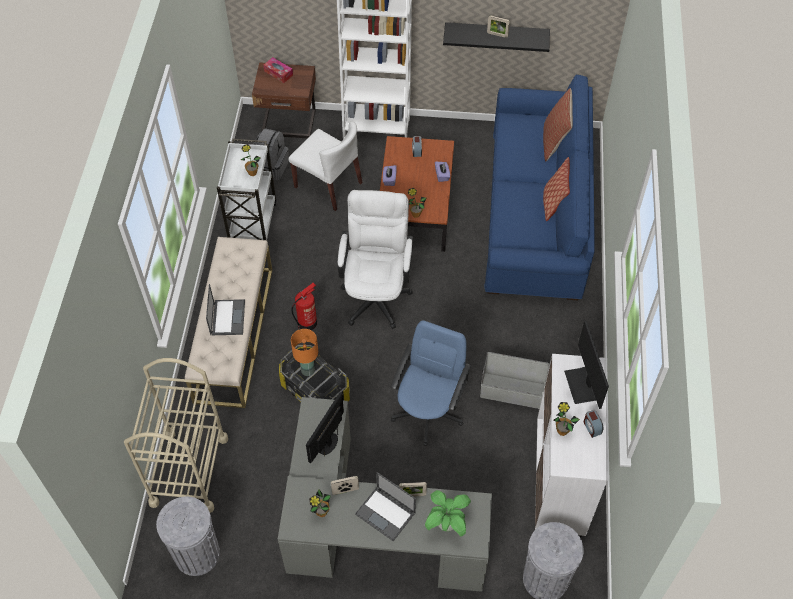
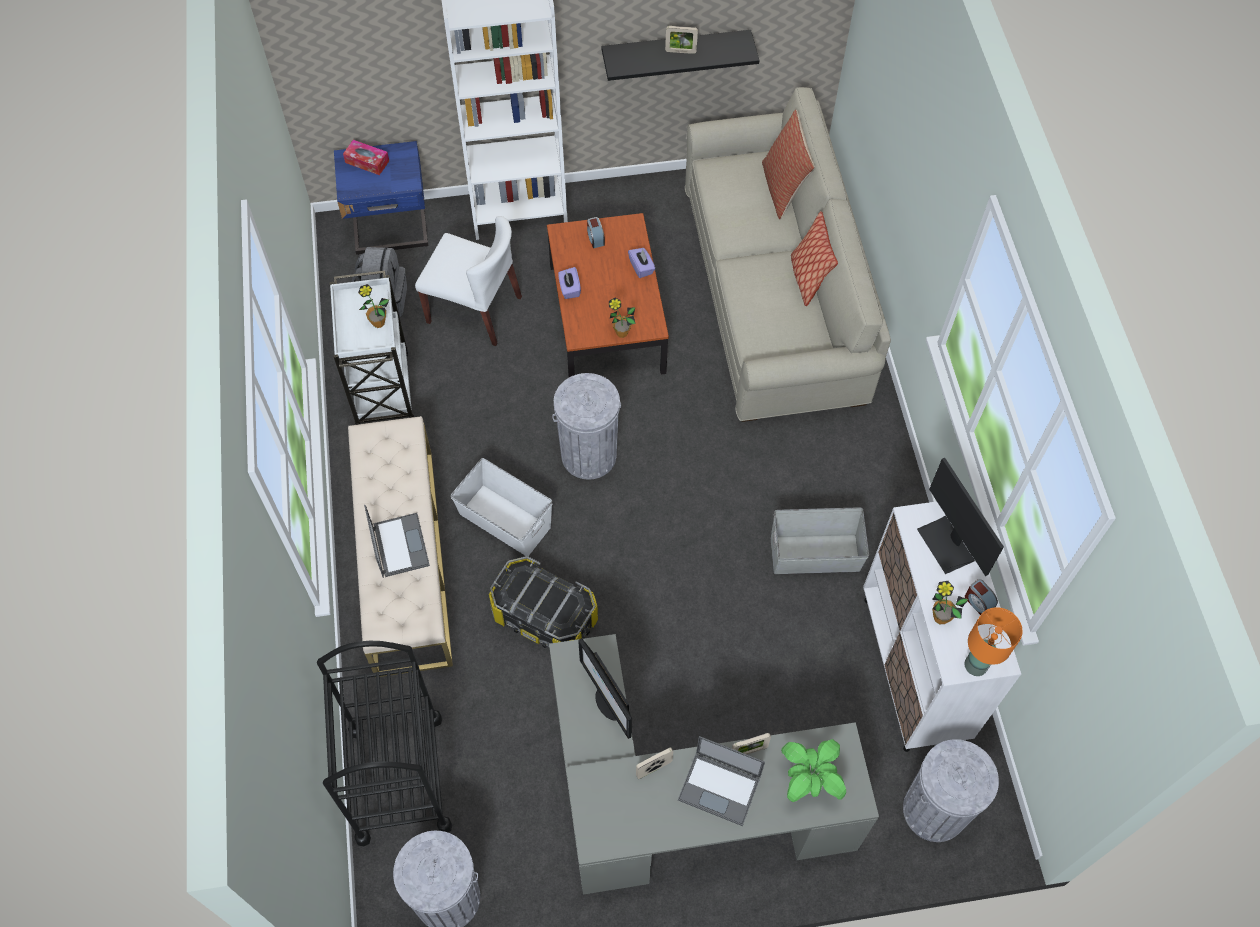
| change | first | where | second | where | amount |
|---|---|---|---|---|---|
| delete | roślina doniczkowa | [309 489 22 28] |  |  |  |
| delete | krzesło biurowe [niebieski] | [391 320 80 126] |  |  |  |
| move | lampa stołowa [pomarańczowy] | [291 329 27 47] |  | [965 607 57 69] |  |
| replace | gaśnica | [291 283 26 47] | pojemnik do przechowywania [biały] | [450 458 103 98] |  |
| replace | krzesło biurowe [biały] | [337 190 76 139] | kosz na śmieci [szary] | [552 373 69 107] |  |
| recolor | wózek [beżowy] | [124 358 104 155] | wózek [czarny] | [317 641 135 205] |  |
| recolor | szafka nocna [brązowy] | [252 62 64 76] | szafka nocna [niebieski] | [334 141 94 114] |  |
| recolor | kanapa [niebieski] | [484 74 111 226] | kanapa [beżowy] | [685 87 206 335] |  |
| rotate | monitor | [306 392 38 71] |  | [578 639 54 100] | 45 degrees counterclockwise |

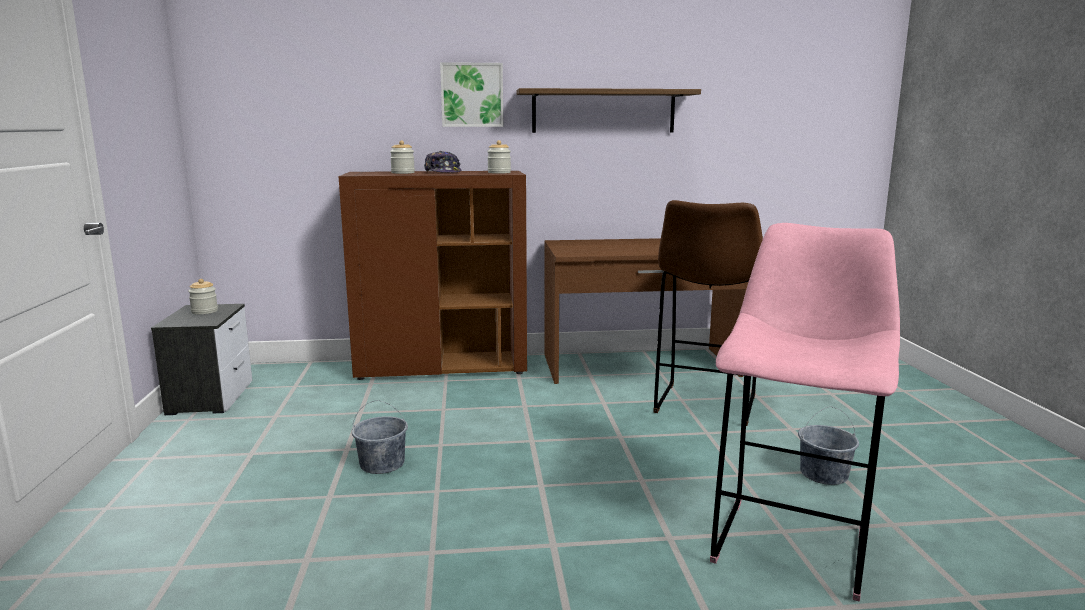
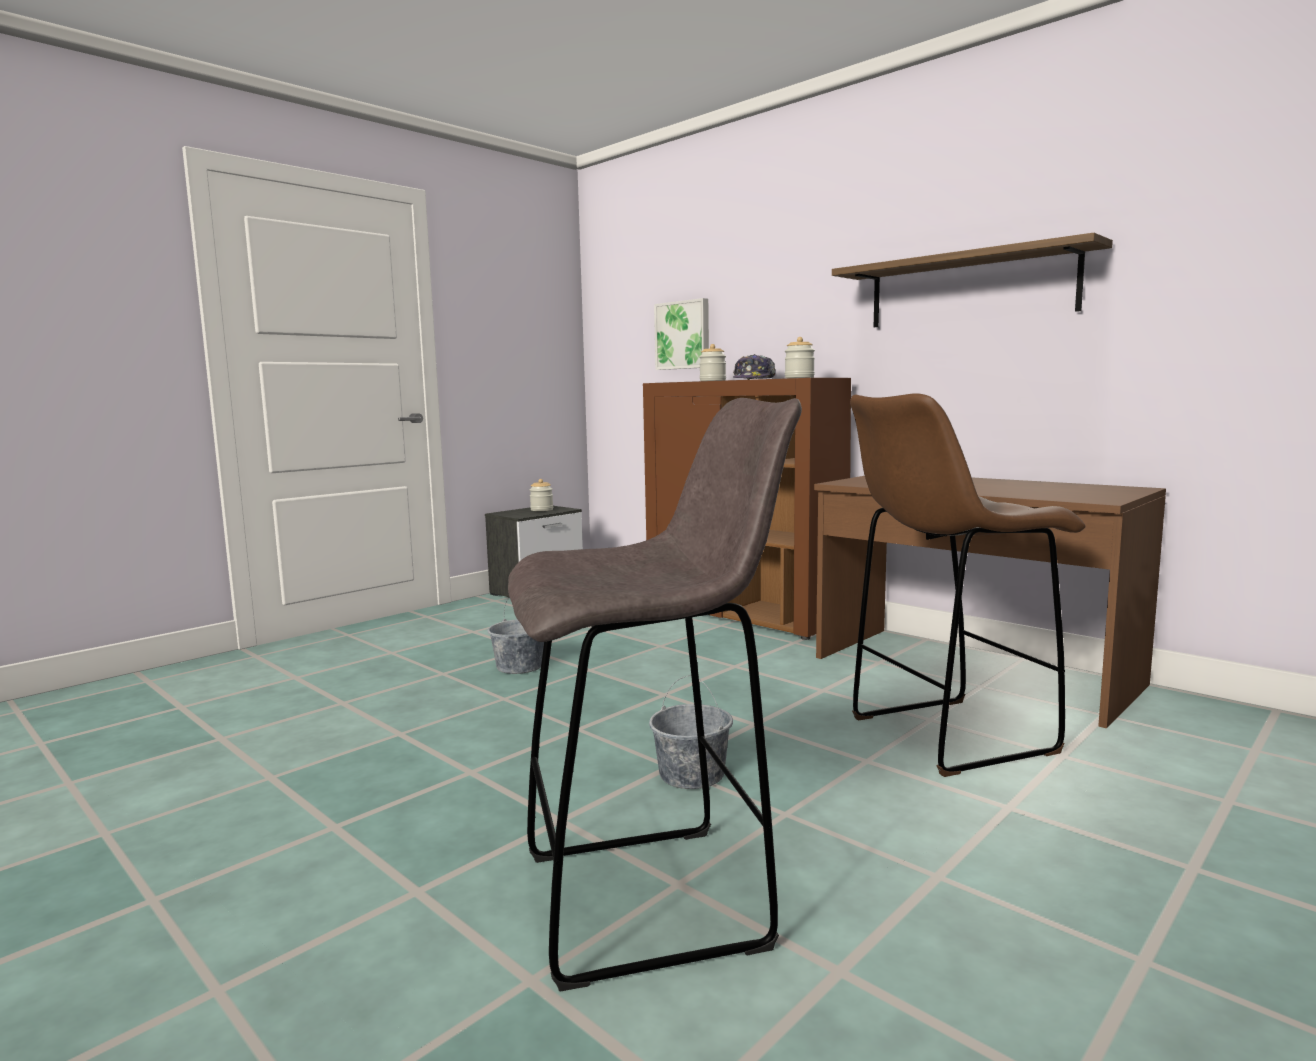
| change | first | where | second | where | amount |
|---|---|---|---|---|---|
| move | obraz | [440 62 63 65] |  | [654 298 55 72] |  |
| move | wiadro [szary] | [798 407 61 78] |  | [649 675 84 114] |  |
| recolor | stołek [różowy] | [710 223 190 379] | stołek [szary] | [508 398 294 594] |  |

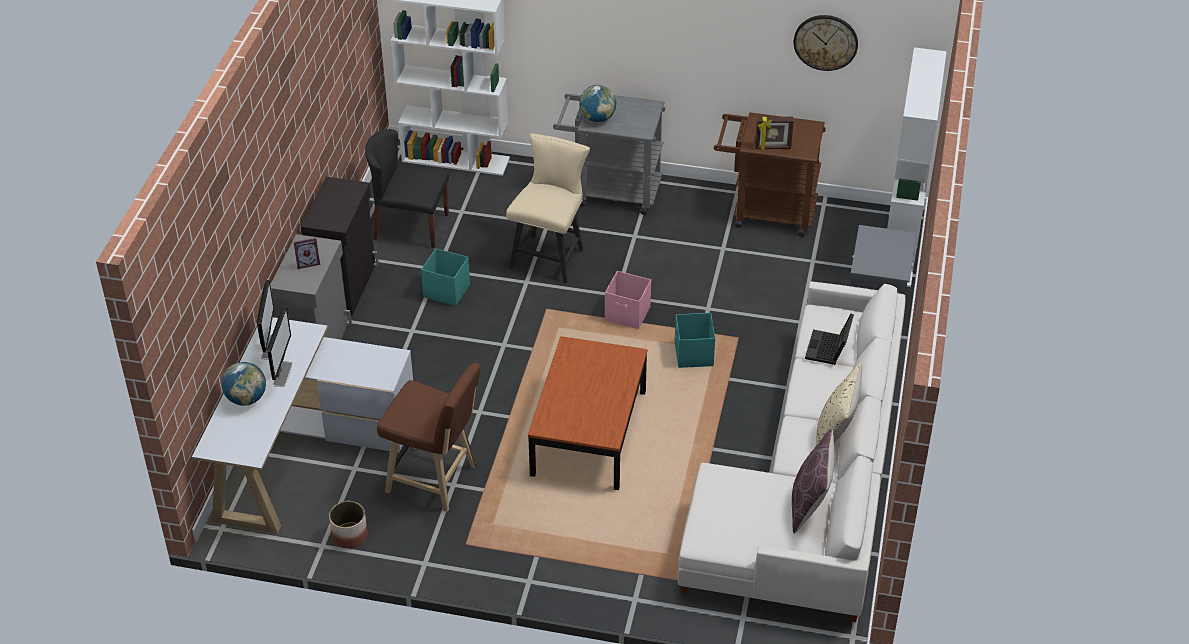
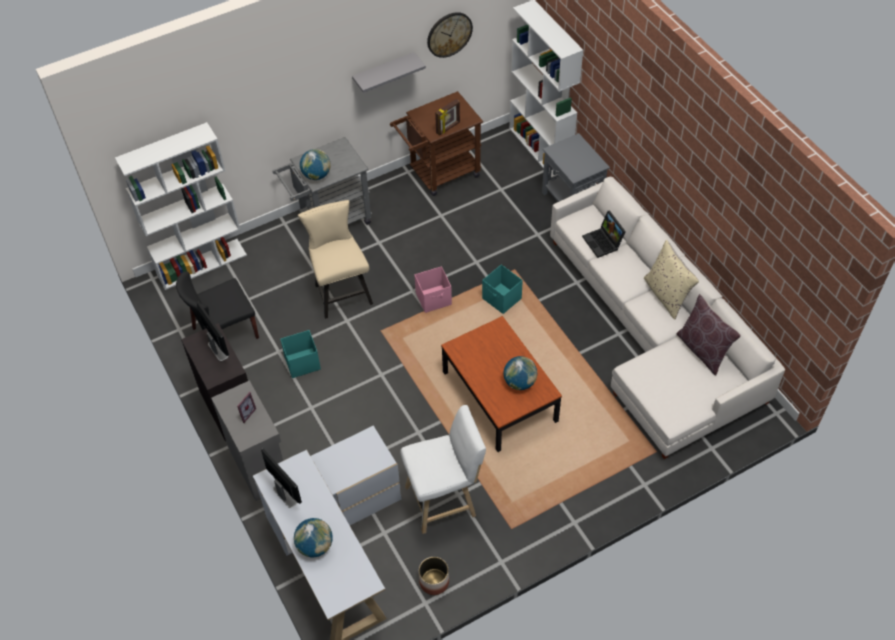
| change | first | where | second | where | amount |
|---|---|---|---|---|---|
| insert |  |  | półka [szary] | [352 52 74 41] |  |
| insert |  |  | globus | [504 356 33 34] |  |
| move | monitor | [267 306 26 81] |  | [197 301 32 60] |  |
| recolor | stołek [brązowy] | [377 362 104 150] | stołek [biały] | [400 405 86 129] |  |

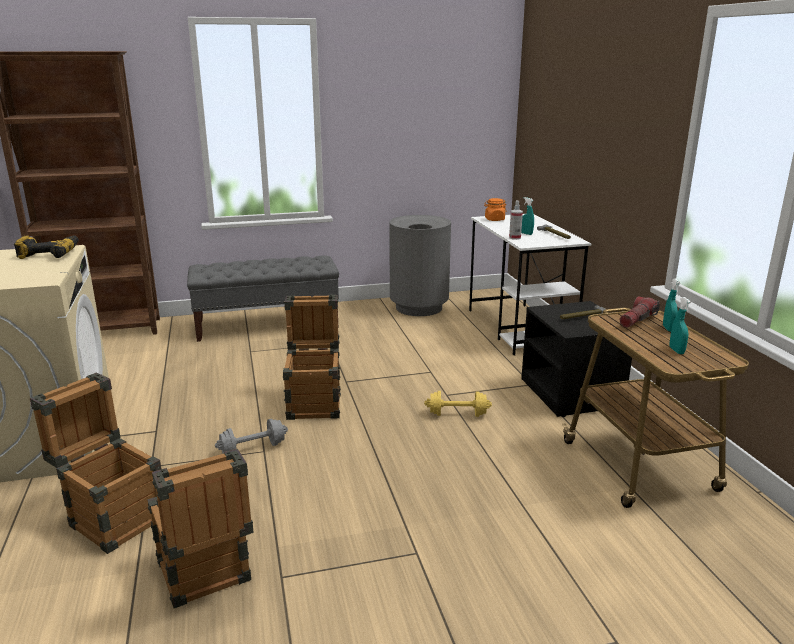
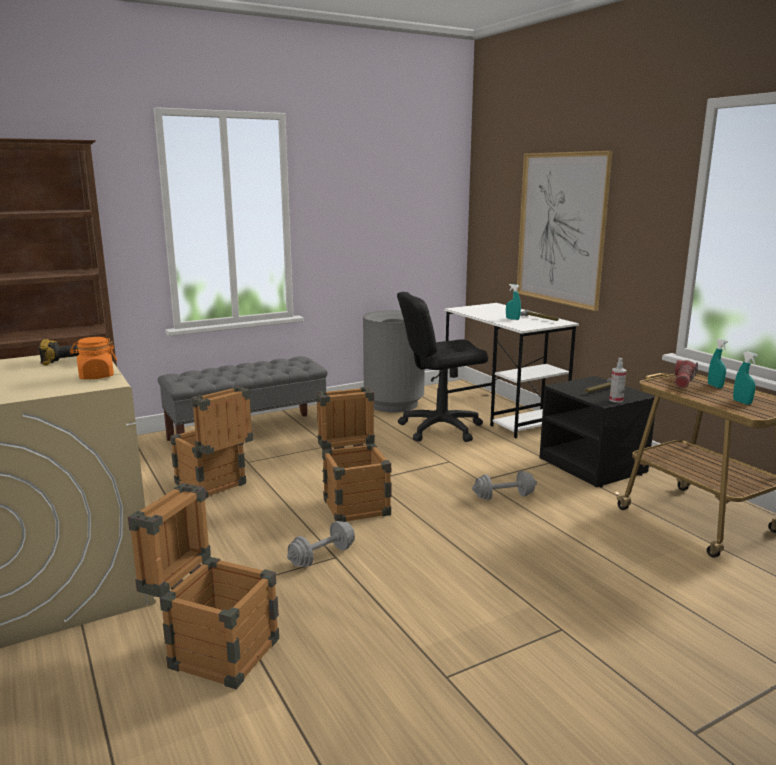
| change | first | where | second | where | amount |
|---|---|---|---|---|---|
| insert |  |  | krzesło biurowe [czarny] | [397 292 91 150] |  |
| insert |  |  | obraz | [517 151 95 160] |  |
| move | skrzynka | [147 449 107 159] |  | [170 386 83 112] |  |
| move | słoik [pomarańczowy] | [484 198 22 23] |  | [70 337 47 42] |  |
| move | spryskiwacz | [509 200 14 40] |  | [609 358 17 45] |  |
| recolor | hantel [żółty] | [424 391 68 26] | hantel [szary] | [472 471 65 29] |  |

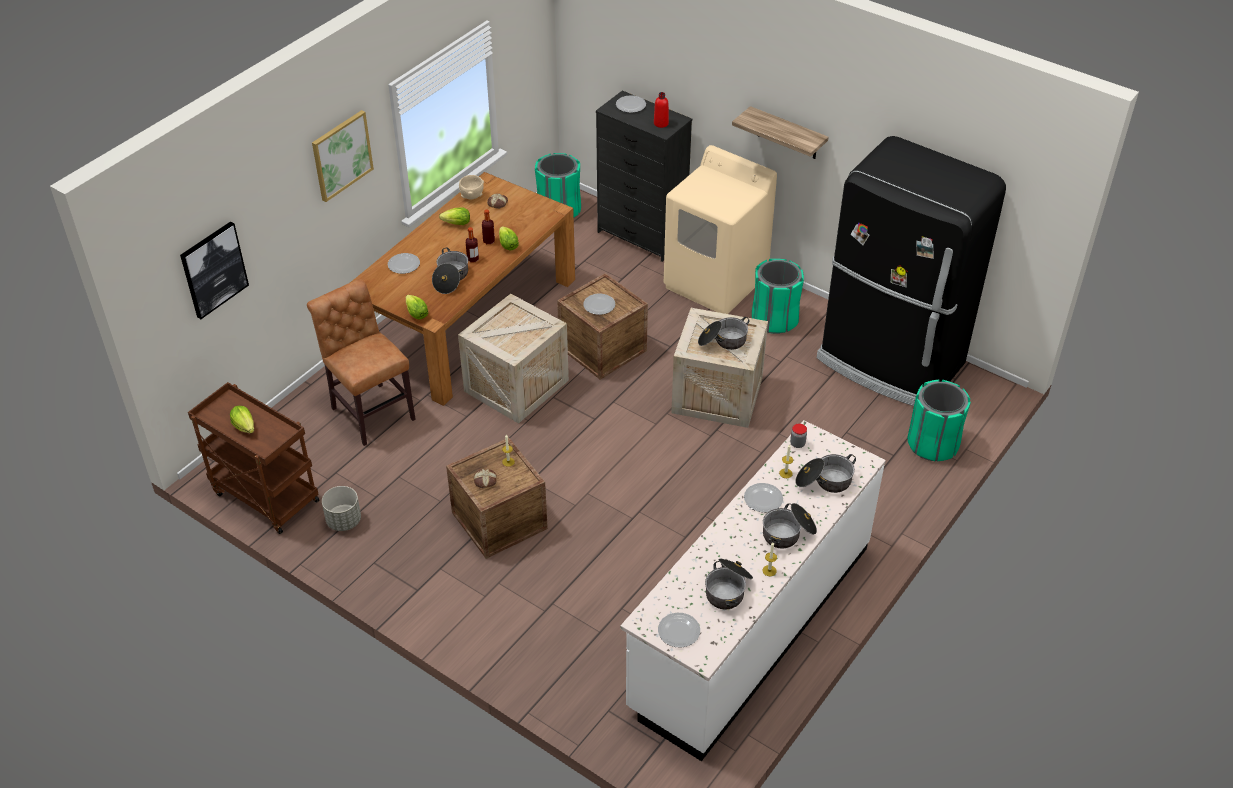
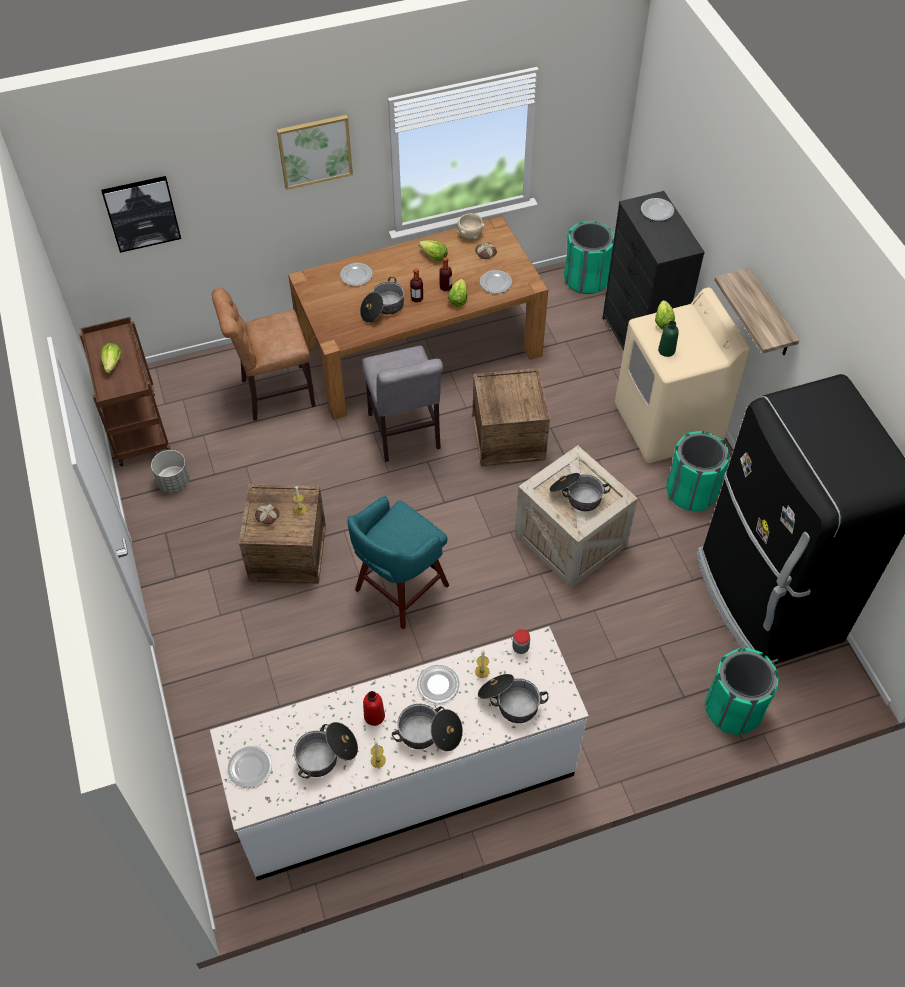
| change | first | where | second | where | amount |
|---|---|---|---|---|---|
| insert |  |  | stołek [turkusowy] | [348 496 101 133] |  |
| insert |  |  | butelka [zielony] | [658 321 21 36] |  |
| move | sałata | [406 295 22 25] |  | [655 300 20 30] |  |
| move | talerz | [583 293 32 22] |  | [480 270 32 23] |  |
| move | butelka [czerwony] | [654 92 15 36] |  | [363 691 22 35] |  |
| replace | skrzynka | [458 294 111 130] | krzesło [szary] | [362 346 81 116] |  |
| rotate | krzesło [brązowy] | [307 279 109 167] |  | [212 288 104 133] | 105 degrees counterclockwise |

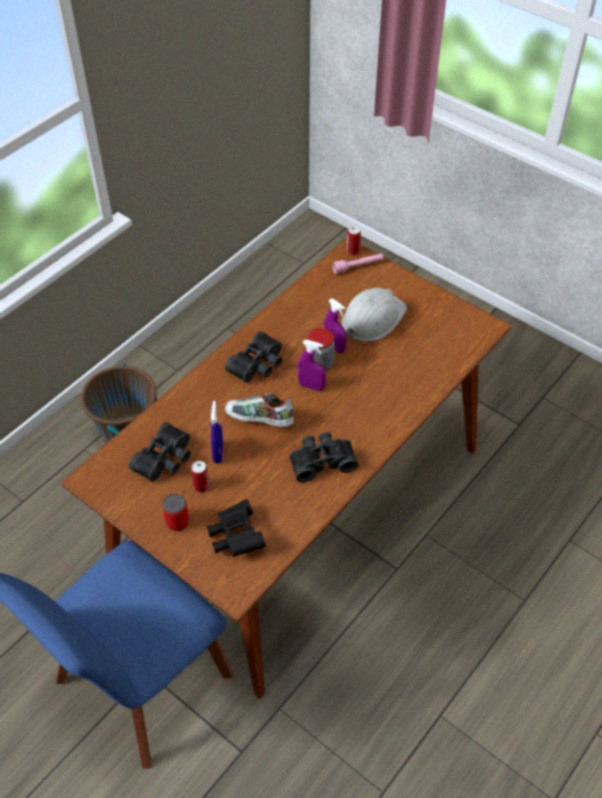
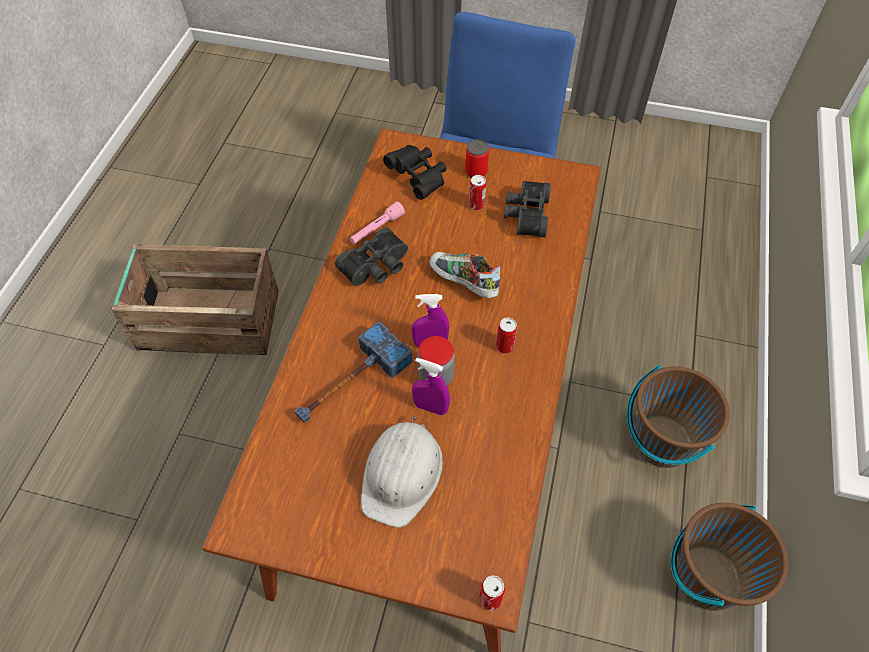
| change | first | where | second | where | amount |
|---|---|---|---|---|---|
| delete | spryskiwacz [niebieski] | [211 401 12 63] |  |  |  |
| insert |  |  | skrzynka | [112 244 167 111] |  |
| insert |  |  | młotek | [295 322 117 101] |  |
| insert |  |  | wiadro [brązowy] | [671 503 117 108] |  |
| move | latarka [różowy] | [332 254 51 20] |  | [350 202 55 42] |  |
| replace | lornetka [czarny] | [225 331 57 52] | puszka | [496 318 21 36] |  |
| rotate | but | [225 393 69 34] |  | [429 252 71 46] | 135 degrees counterclockwise |

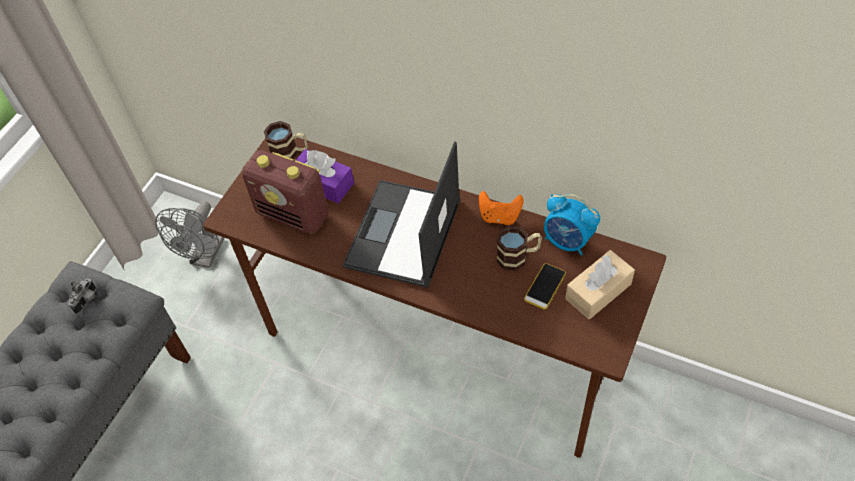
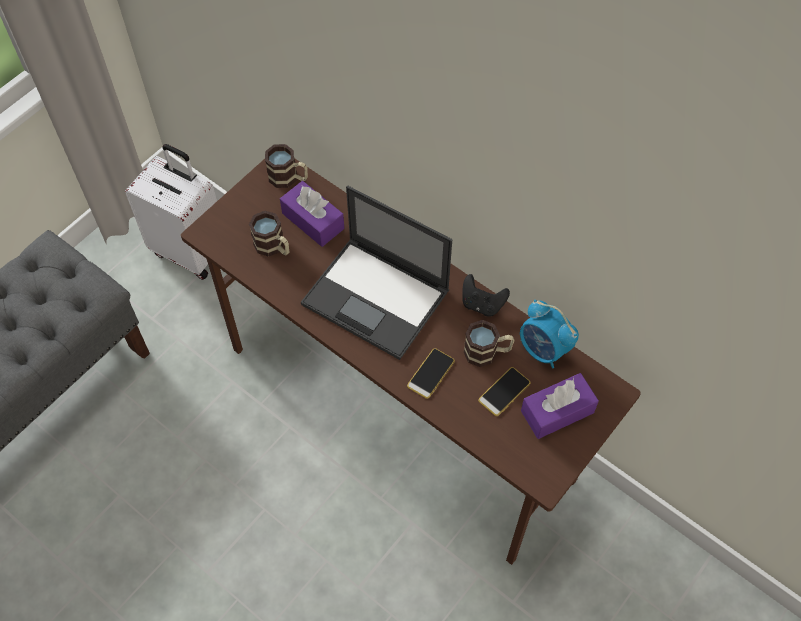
| change | first | where | second | where | amount |
|---|---|---|---|---|---|
| delete | aparat fotograficzny | [68 279 30 35] |  |  |  |
| insert |  |  | telefon | [407 348 48 51] |  |
| replace | wentylator [szary] | [155 202 69 66] | walizka [biały] | [125 144 92 136] |  |
| replace | radio | [242 150 87 84] | kubek | [249 211 40 46] |  |
| recolor | pad do gier [pomarańczowy] | [479 191 45 34] | pad do gier [czarny] | [462 274 48 43] |  |
| recolor | pudełko chusteczek [beżowy] | [565 250 70 70] | pudełko chusteczek [fioletowy] | [521 373 78 66] |  |
| rotate | laptop | [342 141 118 147] |  | [301 186 151 174] | 90 degrees counterclockwise |

